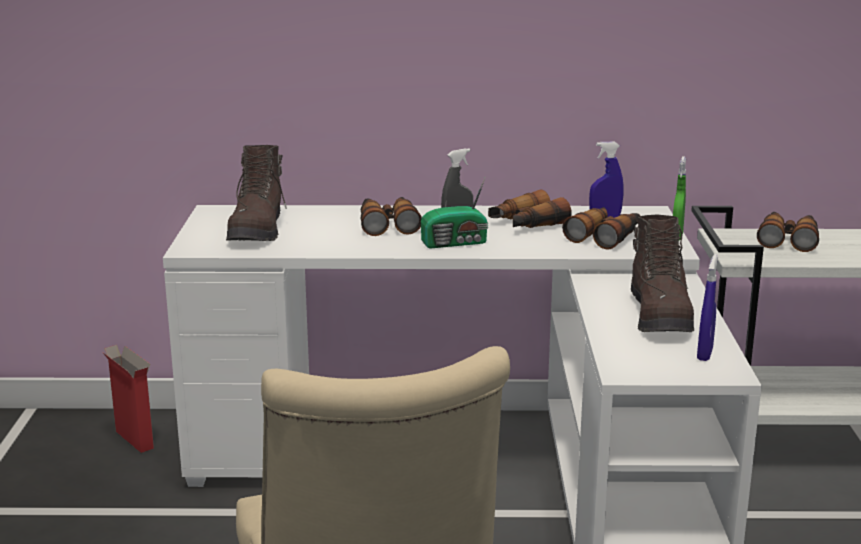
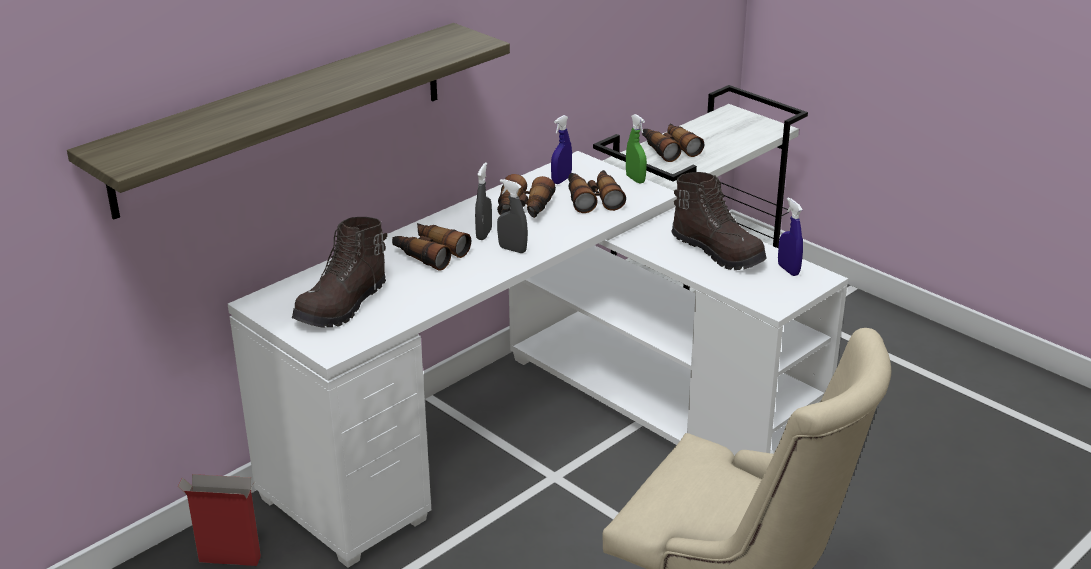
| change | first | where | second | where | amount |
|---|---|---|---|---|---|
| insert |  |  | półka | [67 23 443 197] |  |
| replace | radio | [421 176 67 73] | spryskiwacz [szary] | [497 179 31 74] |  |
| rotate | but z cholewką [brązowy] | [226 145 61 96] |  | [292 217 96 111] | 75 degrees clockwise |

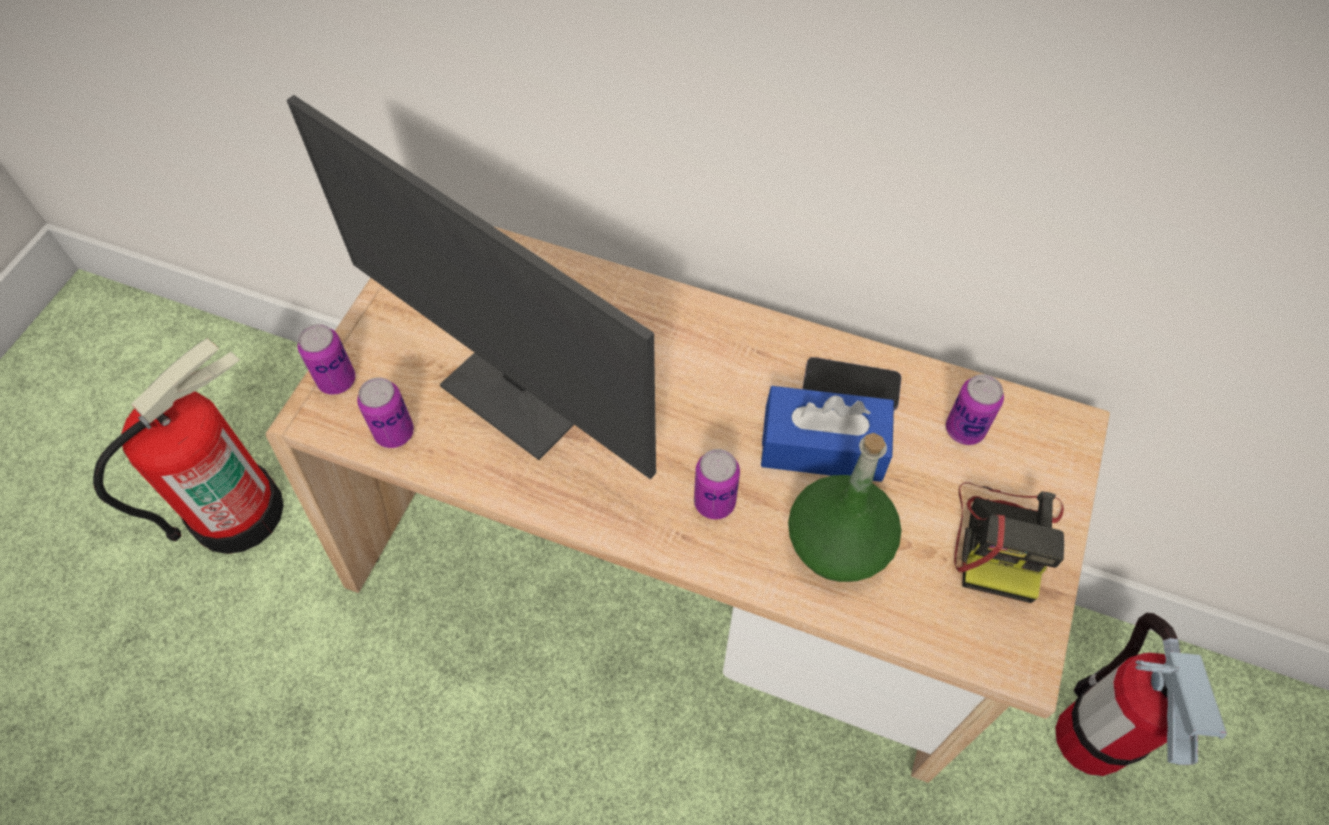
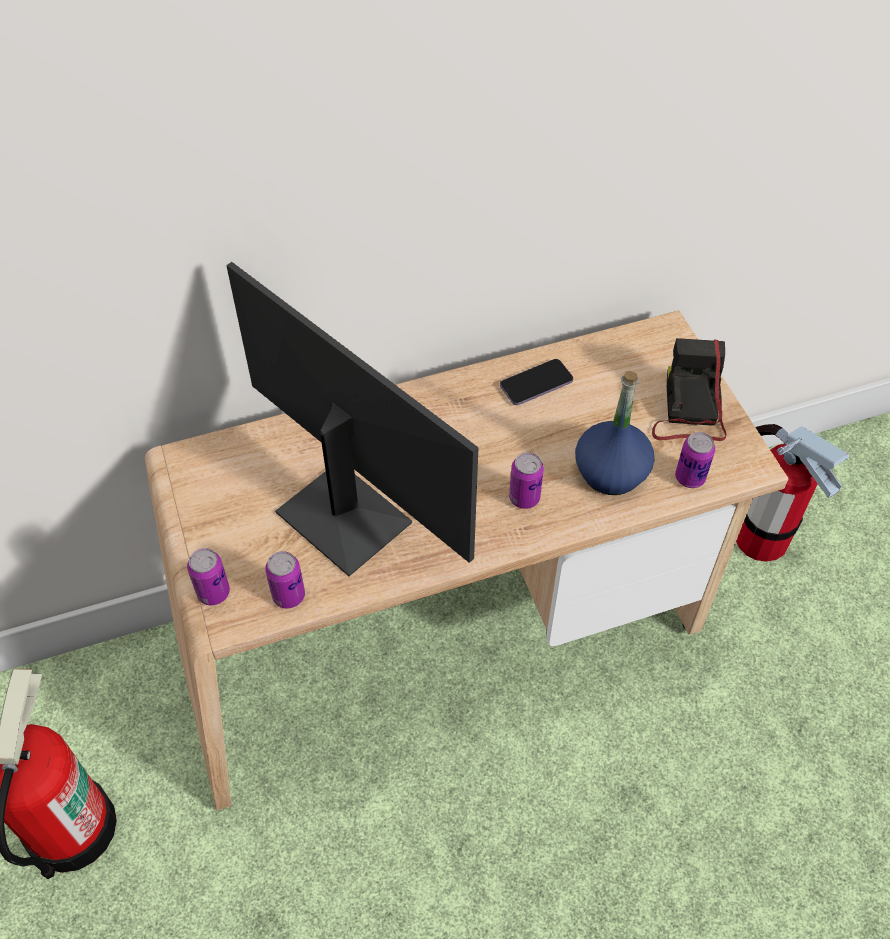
| change | first | where | second | where | amount |
|---|---|---|---|---|---|
| delete | pudełko chusteczek [niebieski] | [761 386 133 96] |  |  |  |
| move | puszka | [946 374 58 71] |  | [675 432 40 56] |  |
| recolor | butelka [zielony] | [788 433 113 149] | butelka [niebieski] | [575 371 79 124] |  |
| rotate | monitor | [287 95 369 384] |  | [226 262 253 314] | 135 degrees counterclockwise |
| rotate | aparat fotograficzny | [954 482 110 121] |  | [652 338 75 103] | 150 degrees counterclockwise |

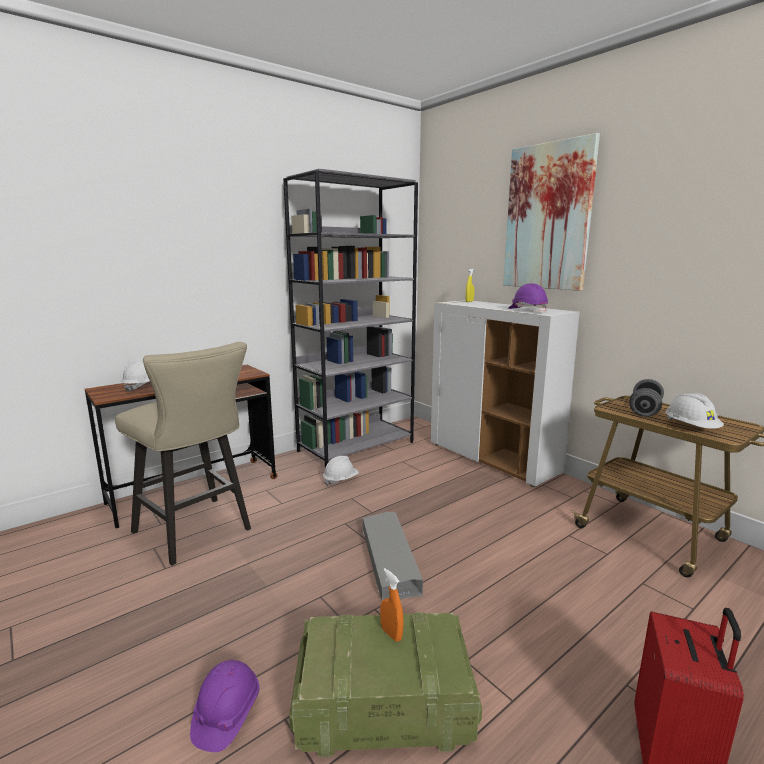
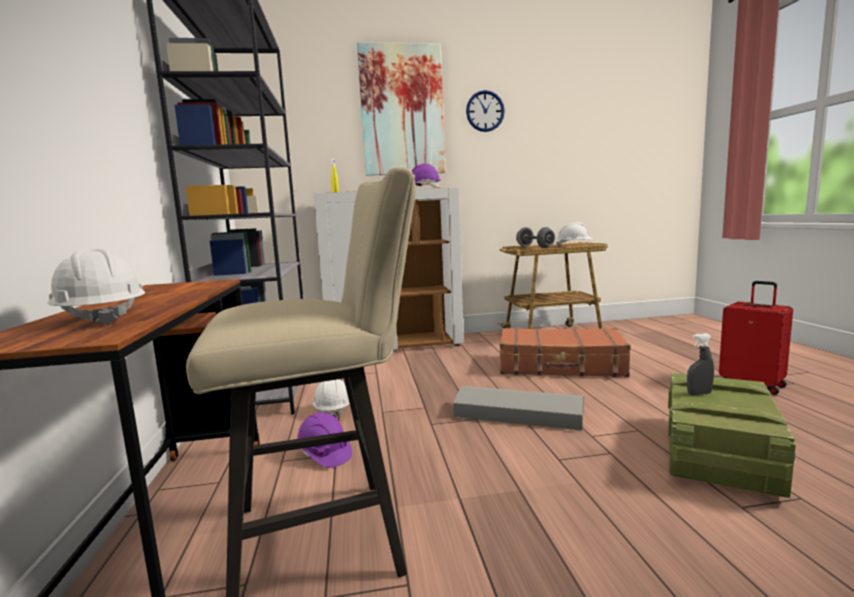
| change | first | where | second | where | amount |
|---|---|---|---|---|---|
| insert |  |  | zegar ścienny | [466 90 39 42] |  |
| insert |  |  | walizka [brązowy] | [500 328 131 49] |  |
| move | kask [fioletowy] | [190 660 69 92] |  | [298 412 55 56] |  |
| recolor | spryskiwacz [pomarańczowy] | [380 568 23 74] | spryskiwacz [szary] | [687 333 27 62] |  |

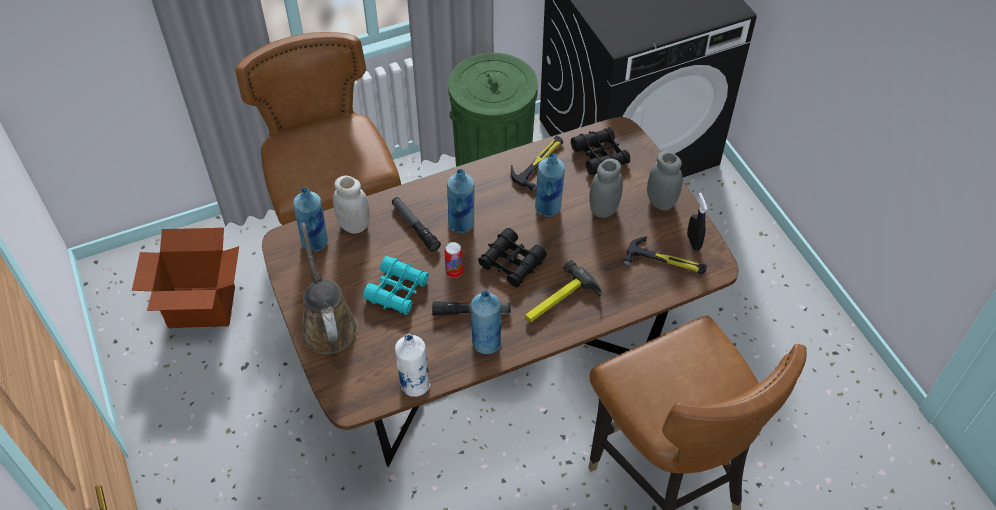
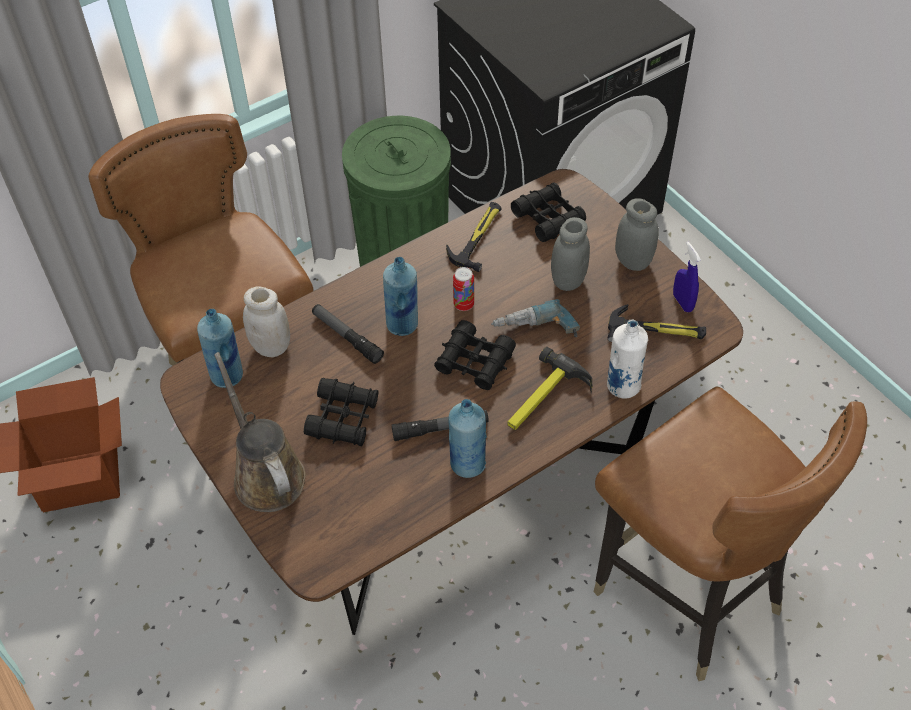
| change | first | where | second | where | amount |
|---|---|---|---|---|---|
| delete | butelka [niebieski] | [535 153 30 64] |  |  |  |
| insert |  |  | wiertarka | [491 299 89 38] |  |
| move | butelka [biały] | [395 333 35 64] |  | [607 319 41 80] |  |
| move | puszka | [444 242 19 36] |  | [453 267 21 44] |  |
| recolor | lornetka [turkusowy] | [363 256 66 59] | lornetka [czarny] | [304 378 74 68] |  |
| recolor | spryskiwacz [czarny] | [687 192 21 59] | spryskiwacz [niebieski] | [673 242 28 70] |  |

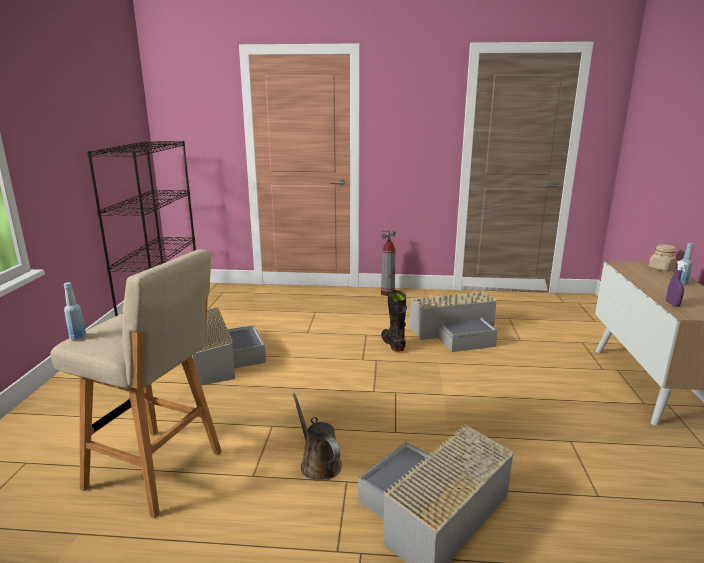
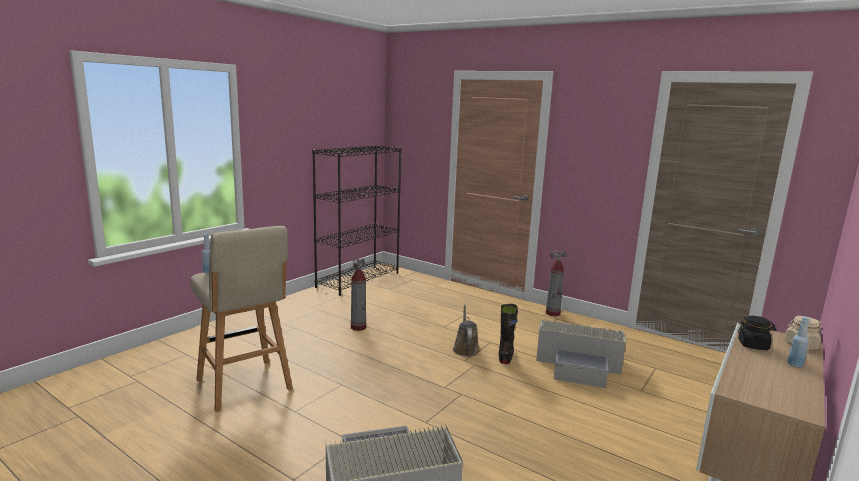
| change | first | where | second | where | amount |
|---|---|---|---|---|---|
| delete | spryskiwacz [fioletowy] | [666 260 22 47] |  |  |  |
| insert |  |  | słoik [czarny] | [737 316 39 34] |  |
| move | konewka [brązowy] | [292 393 50 88] |  | [453 304 26 53] |  |
| replace | pojemnik do przechowywania [szary] | [192 307 74 78] | gaśnica | [351 259 15 72] |  |

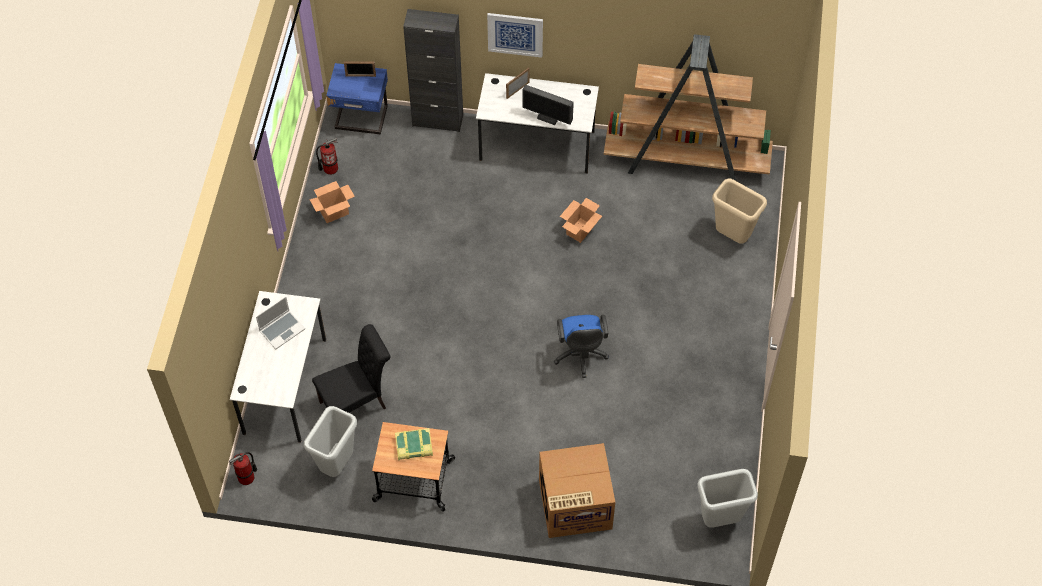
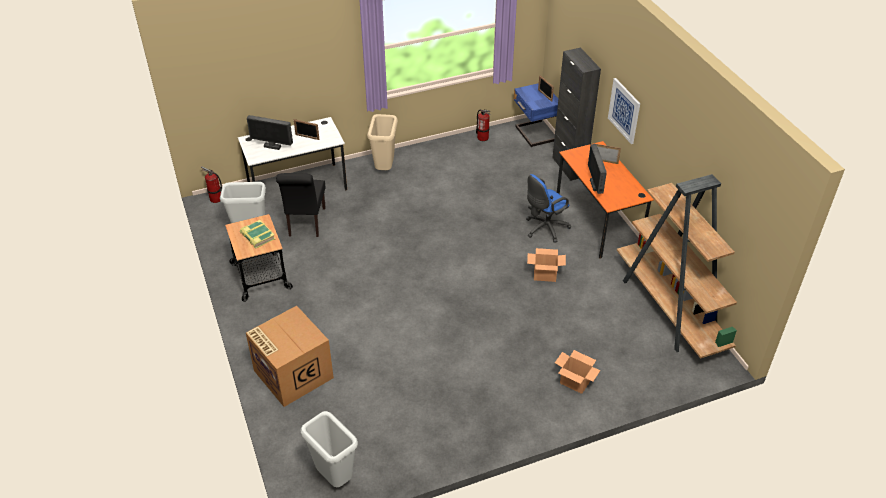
| change | first | where | second | where | amount |
|---|---|---|---|---|---|
| insert |  |  | monitor | [247 115 46 35] |  |
| move | karton | [309 181 46 42] |  | [555 350 46 44] |  |
| move | krzesło biurowe [niebieski] | [554 315 55 63] |  | [526 174 45 69] |  |
| move | kosz na śmieci [beżowy] | [712 178 55 66] |  | [367 114 31 56] |  |
| replace | laptop | [256 296 49 53] | ramka na zdjęcie | [294 119 26 21] |  |
| recolor | biurko [biały] | [476 73 123 101] | biurko [pomarańczowy] | [557 141 97 118] |  |
| rotate | krzesło [czarny] | [312 324 78 89] |  | [276 173 50 64] | 60 degrees clockwise |

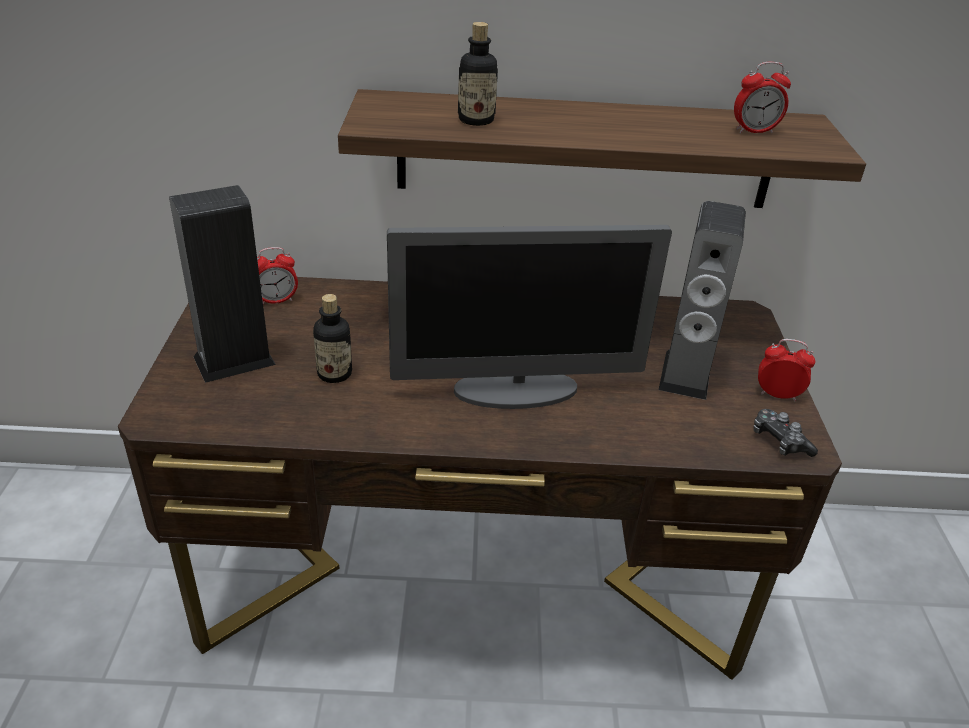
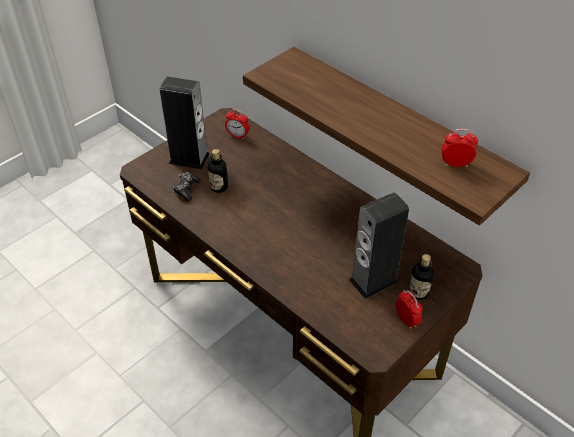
| change | first | where | second | where | amount |
|---|---|---|---|---|---|
| delete | monitor | [387 225 285 184] |  |  |  |
| move | butelka | [458 22 40 104] |  | [409 254 25 46] |  |
| move | pad do gier | [754 409 64 48] |  | [173 172 28 29] |  |
| rotate | budzik | [734 62 57 71] |  | [441 129 37 38] | 150 degrees clockwise |

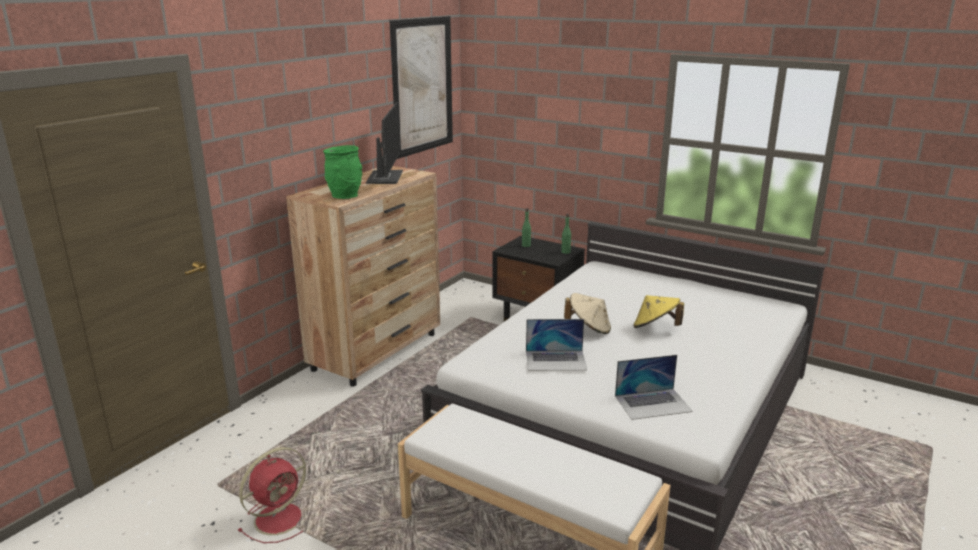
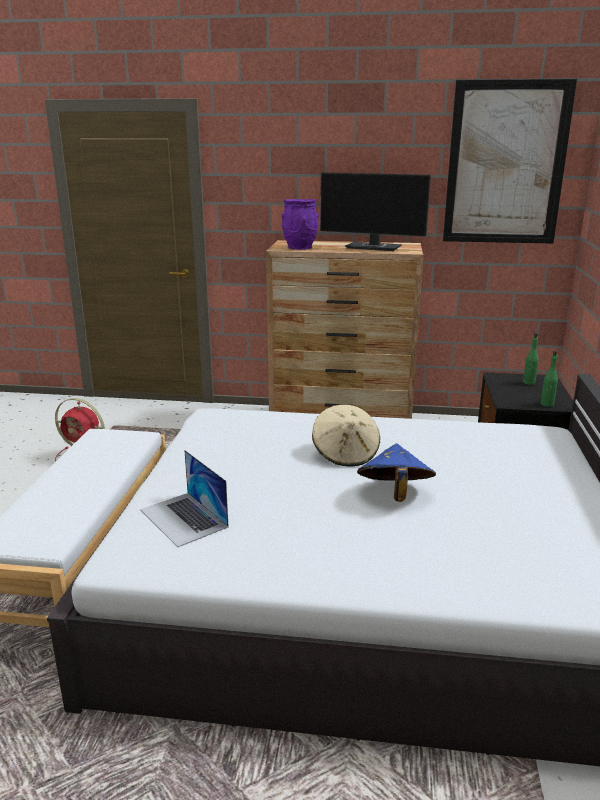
| change | first | where | second | where | amount |
|---|---|---|---|---|---|
| delete | laptop | [526 319 61 52] |  |  |  |
| recolor | wazon [zielony] | [323 145 40 54] | wazon [fioletowy] | [282 199 37 51] |  |
| recolor | kapelusz [żółty] | [633 295 51 33] | kapelusz [niebieski] | [357 444 79 58] |  |
| rotate | monitor | [366 102 37 82] |  | [320 172 111 79] | 45 degrees clockwise |

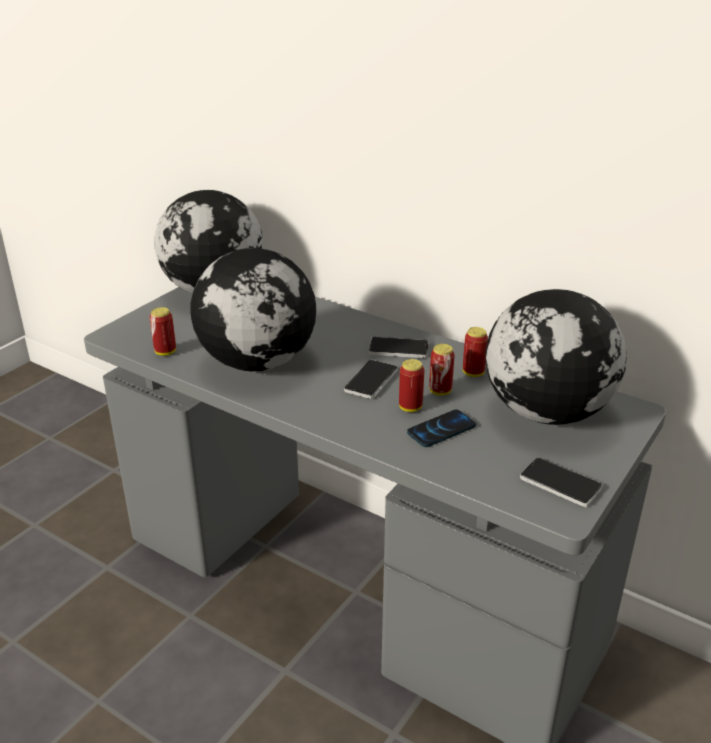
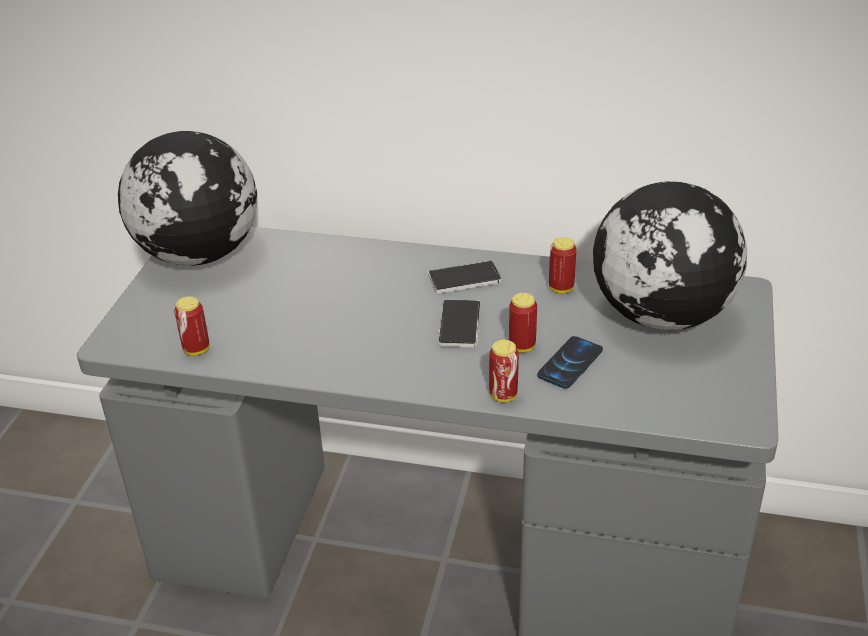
| change | first | where | second | where | amount |
|---|---|---|---|---|---|
| delete | globus | [191 248 125 123] |  |  |  |
| delete | telefon | [520 458 83 49] |  |  |  |
| move | puszka | [429 344 26 52] |  | [489 340 30 62] |  |

